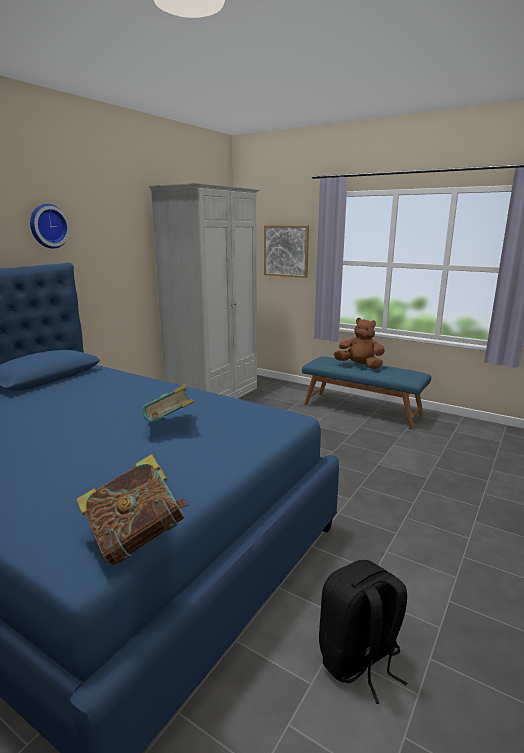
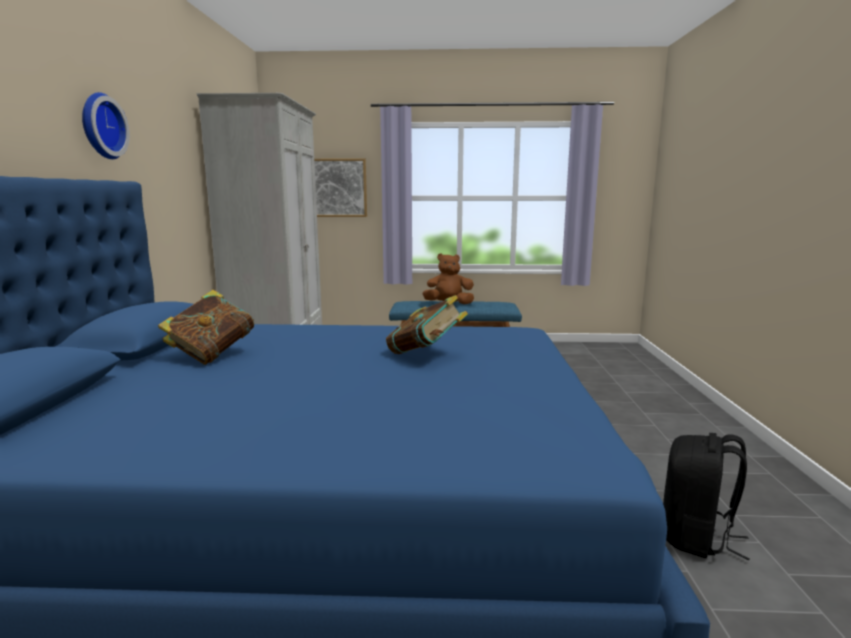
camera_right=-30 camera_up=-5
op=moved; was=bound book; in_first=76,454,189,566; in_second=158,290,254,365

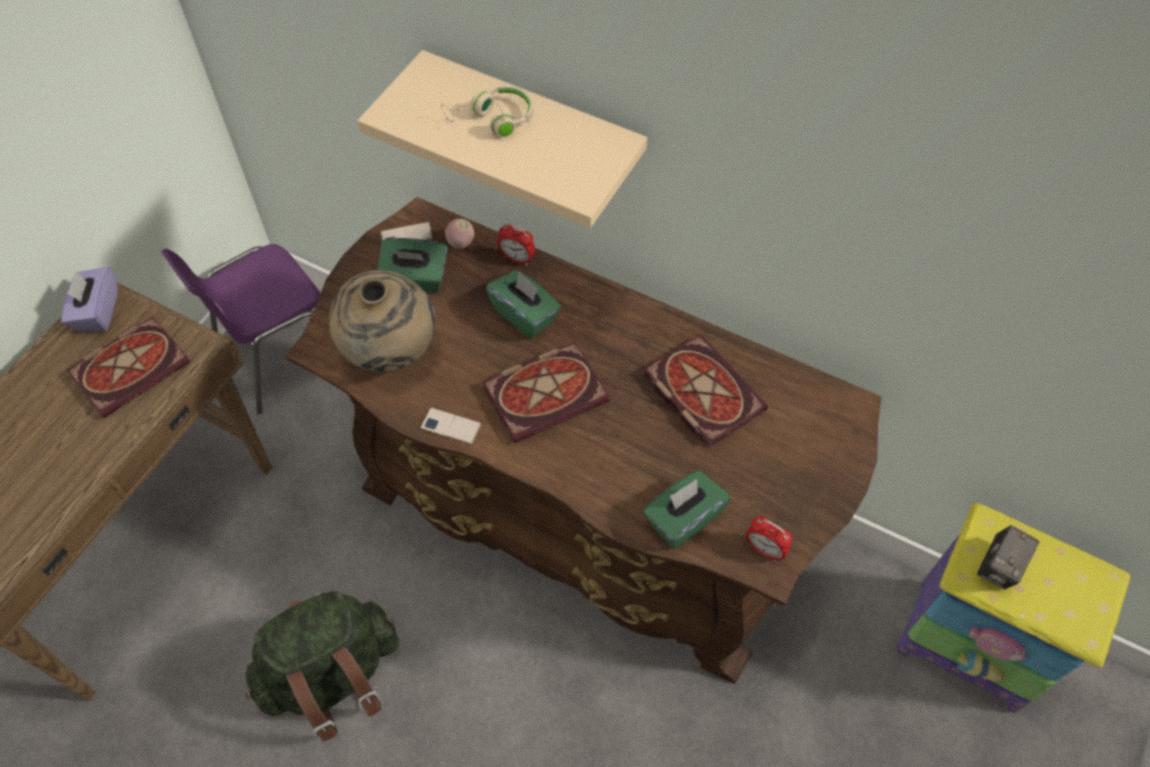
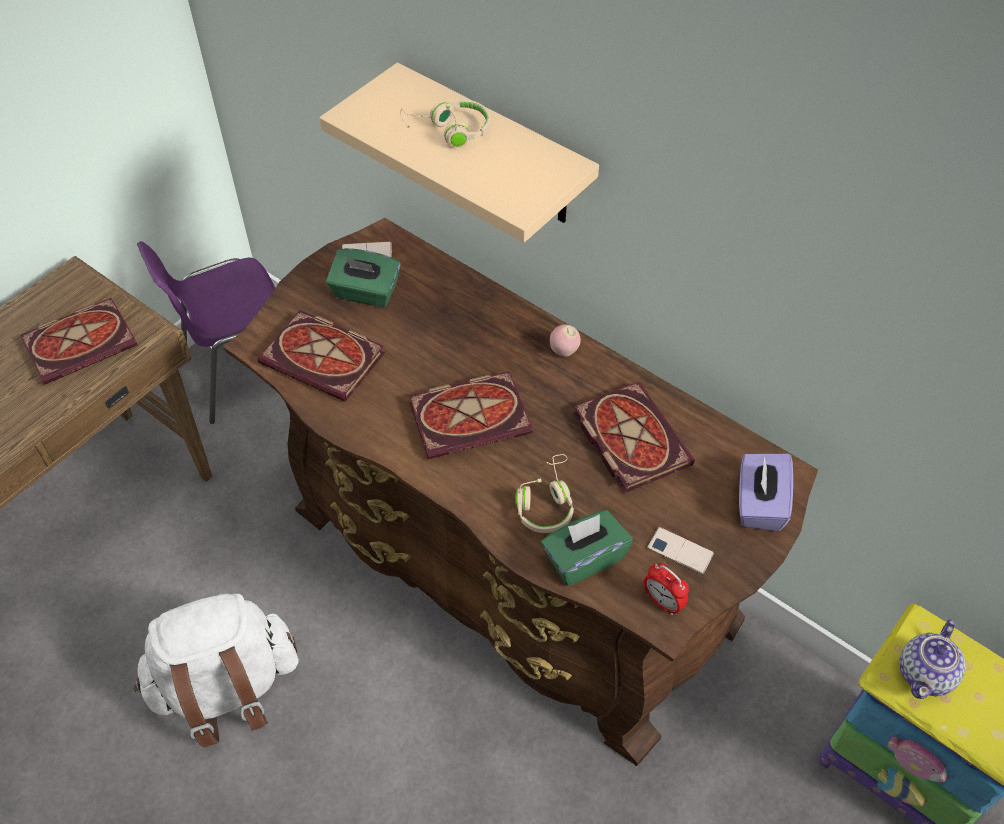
camera_right=10 camera_up=-5
op=moved; was=apple; in_first=445,218,474,249; in_second=550,324,581,357
op=removed; was=alarm clock; in_first=498,224,535,266
op=moved; was=purplish tissue holder; in_first=61,267,118,332; in_second=739,454,793,531
op=replaced; was=sand-coloured vase; now=bound book; in_first=329,270,435,373; in_second=258,310,385,402
op=removed; was=green-coloured tissue holder; in_first=486,270,561,339
op=moved; was=handset; in_first=420,408,481,445; in_second=647,527,714,574
op=replaced; was=photo camera; now=pot for tea; in_first=977,525,1040,590; in_second=899,620,966,699
op=recoloured; was=green-coloured knapsack; now=white-coloured knapsack; in_first=245,591,399,741; in_second=134,593,298,748
op=added; now=sand-coloured headphones; in_second=515,454,574,533

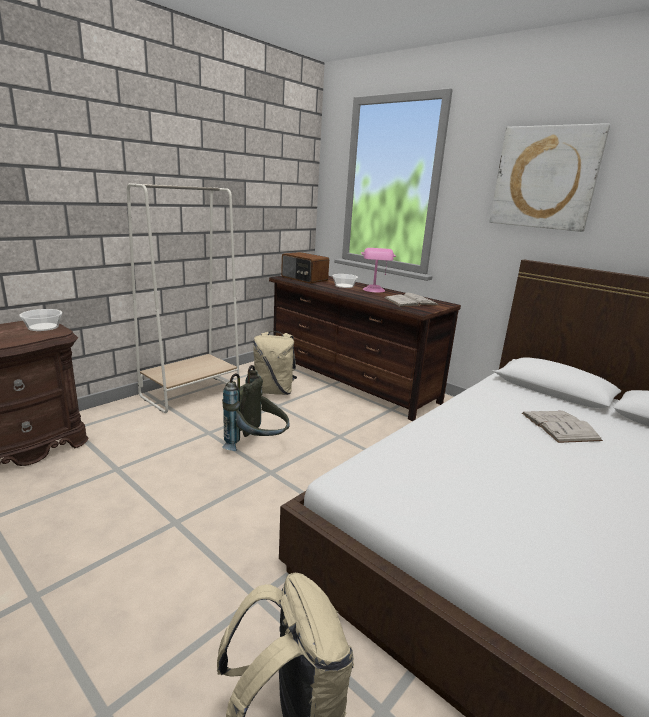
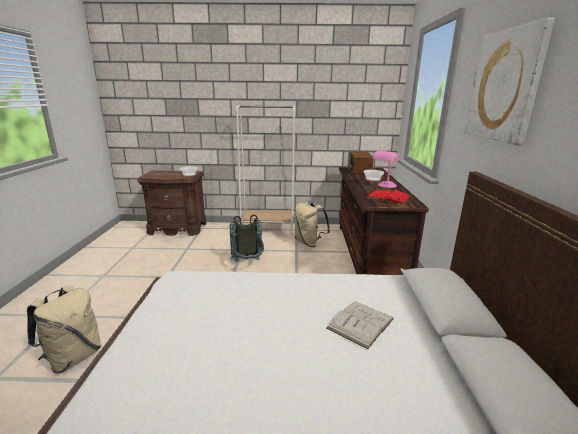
camera_right=50 camera_up=0
op=recoloured; was=white-coloured bound book; now=red-coloured bound book; in_first=385,293,438,307; in_second=366,190,411,204

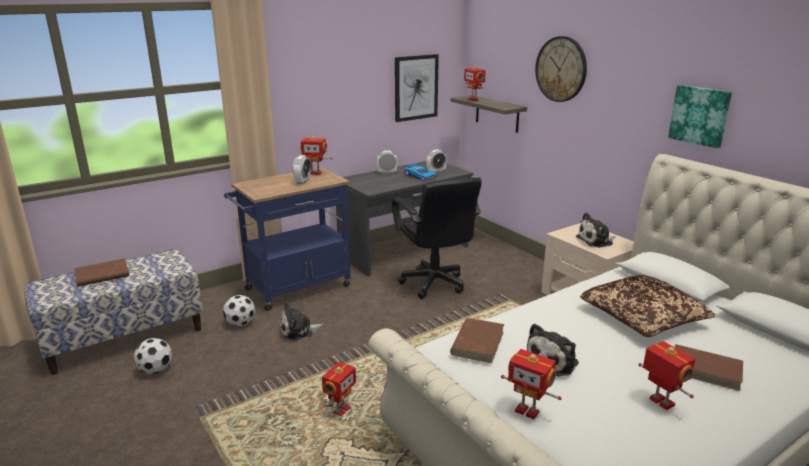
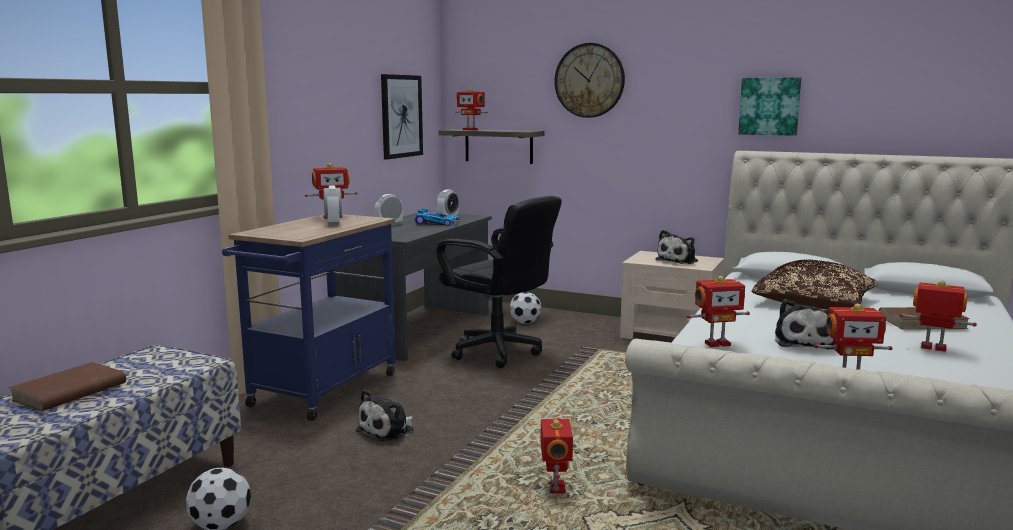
camera_right=-30 camera_up=-10
op=moved; was=ball for football; in_first=223,295,255,326; in_second=510,292,542,324
op=replaced; was=brownish bound book; now=toy robot; in_first=450,318,504,363; in_second=687,276,750,347

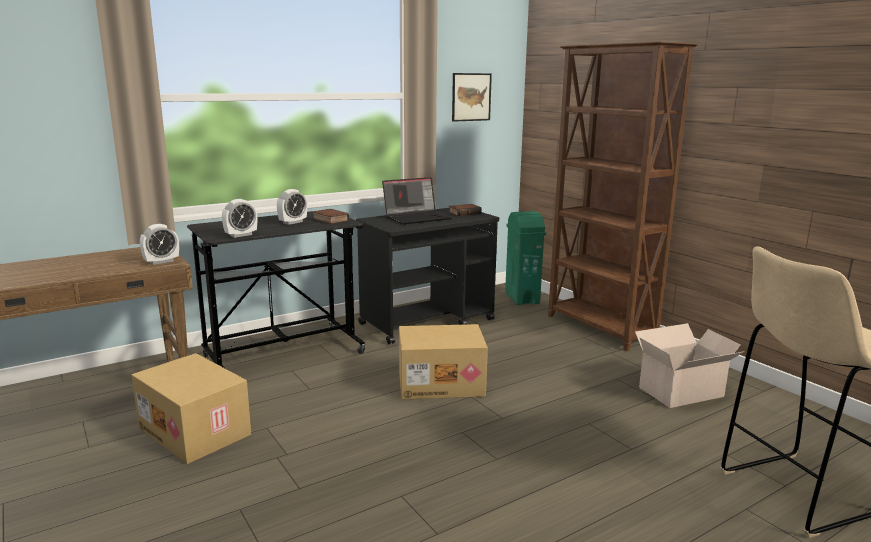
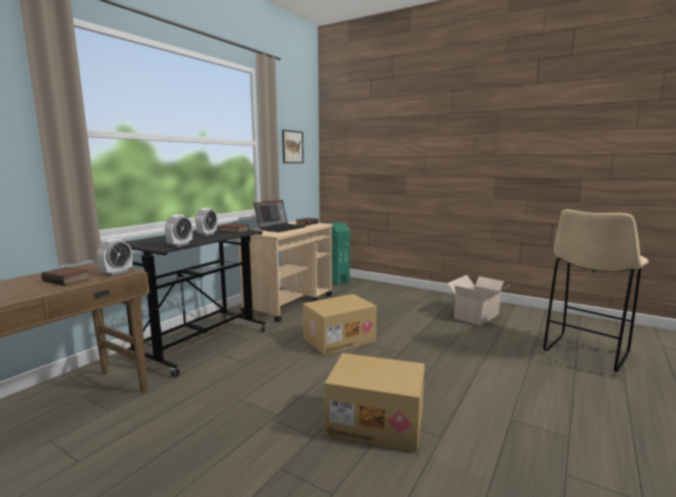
camera_right=-25 camera_up=-5
op=removed; was=brownish shelving unit; in_first=548,42,698,351
op=recoloured; was=blackish trolley; now=sand-coloured trolley; in_first=356,208,499,344; in_second=238,221,333,322
op=moved; was=packing box; in_first=131,353,251,464; in_second=324,353,425,453
op=added; now=bound book; in_second=41,267,90,286

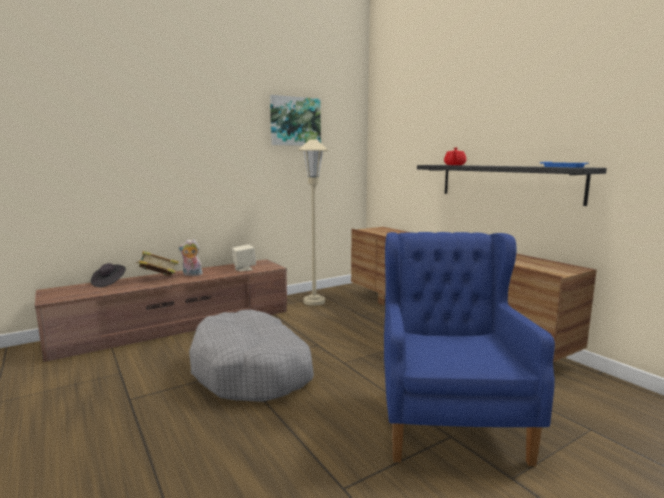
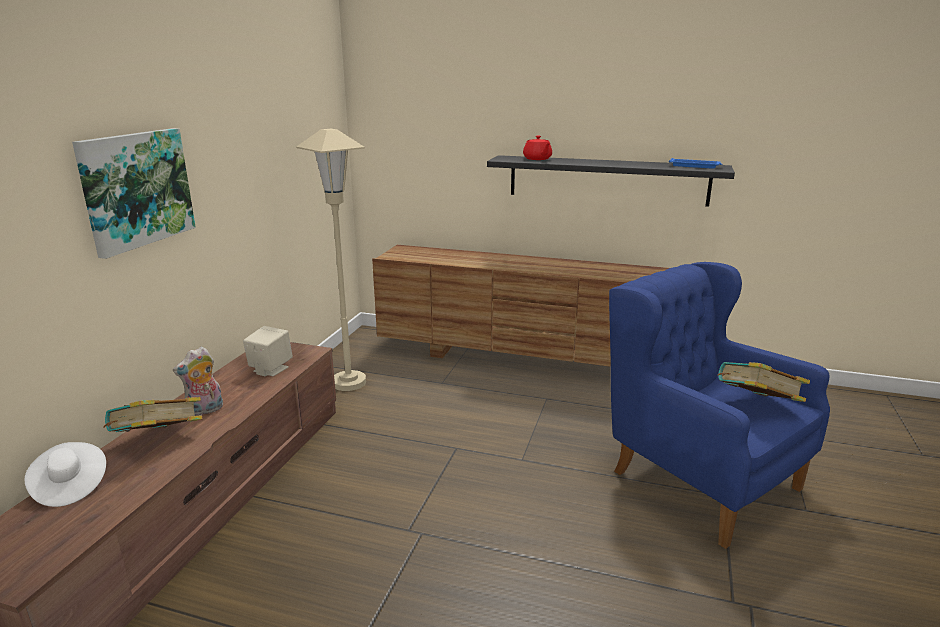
camera_right=-40 camera_up=10
op=moved; was=wall art; in_first=270,95,321,146; in_second=72,128,196,259
op=recoloured; was=blackish clothing hat; now=white-coloured clothing hat; in_first=91,263,126,287; in_second=24,442,106,507
op=removed; was=grey dog bed; in_first=189,310,314,402
op=added; now=bound book; in_second=718,362,810,402

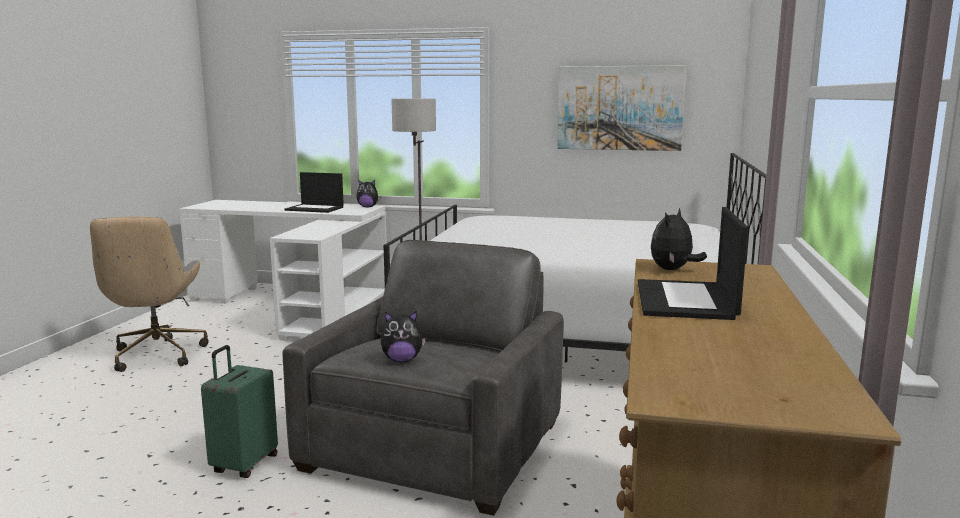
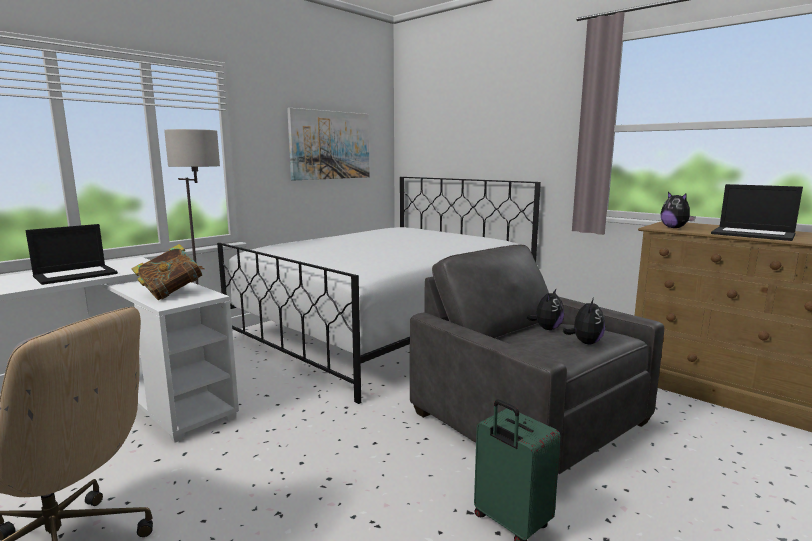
camera_right=-60 camera_up=0
op=moved; was=soft toy; in_first=356,180,381,208; in_second=526,289,564,330
op=added; now=bound book; in_second=131,244,205,300

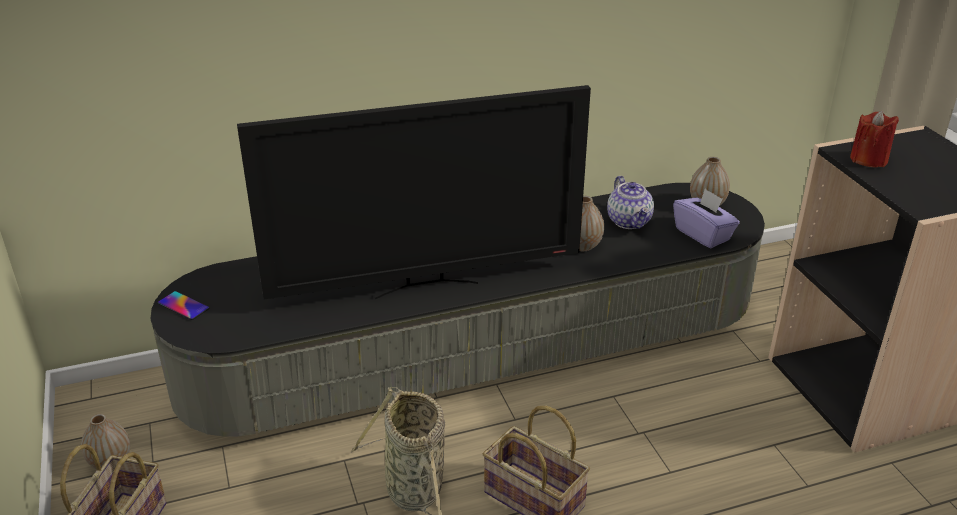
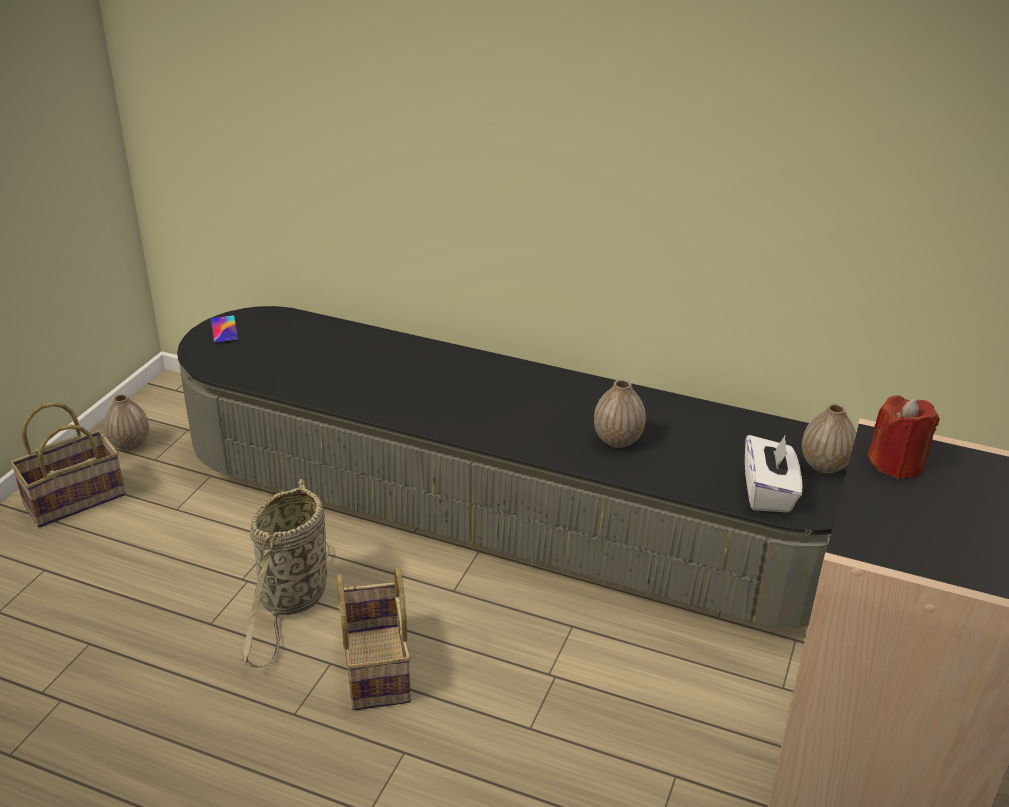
camera_right=40 camera_up=0
op=removed; was=TV; in_first=237,85,591,299
op=removed; was=pot for tea; in_first=607,176,654,229
op=recoloured; was=purplish tissue holder; now=white-coloured tissue holder; in_first=673,188,740,248; in_second=745,434,803,512

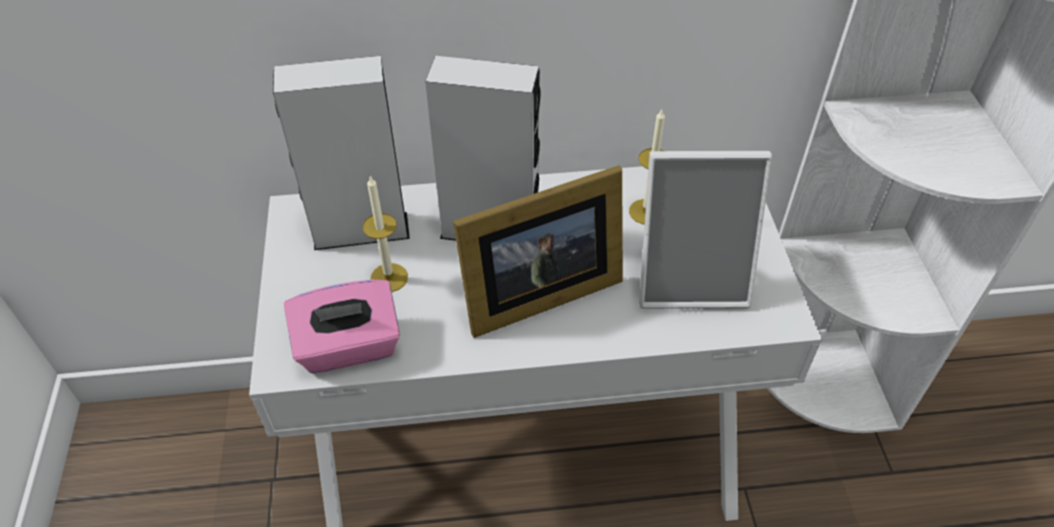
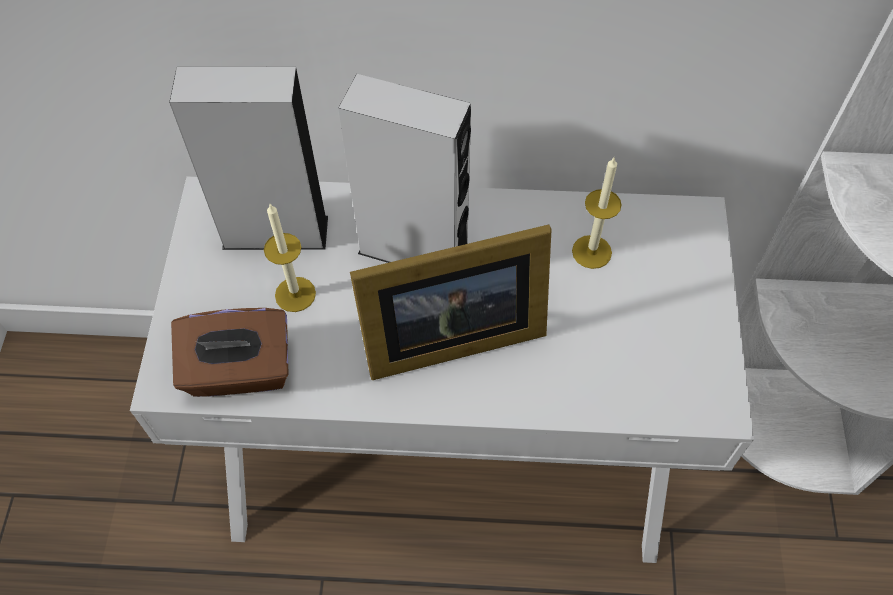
camera_right=10 camera_up=10
op=removed; was=photo frame; in_first=639,151,772,309
op=recoloured; was=pink-coloured tissue holder; now=brownish tissue holder; in_first=284,280,400,373; in_second=171,308,288,397

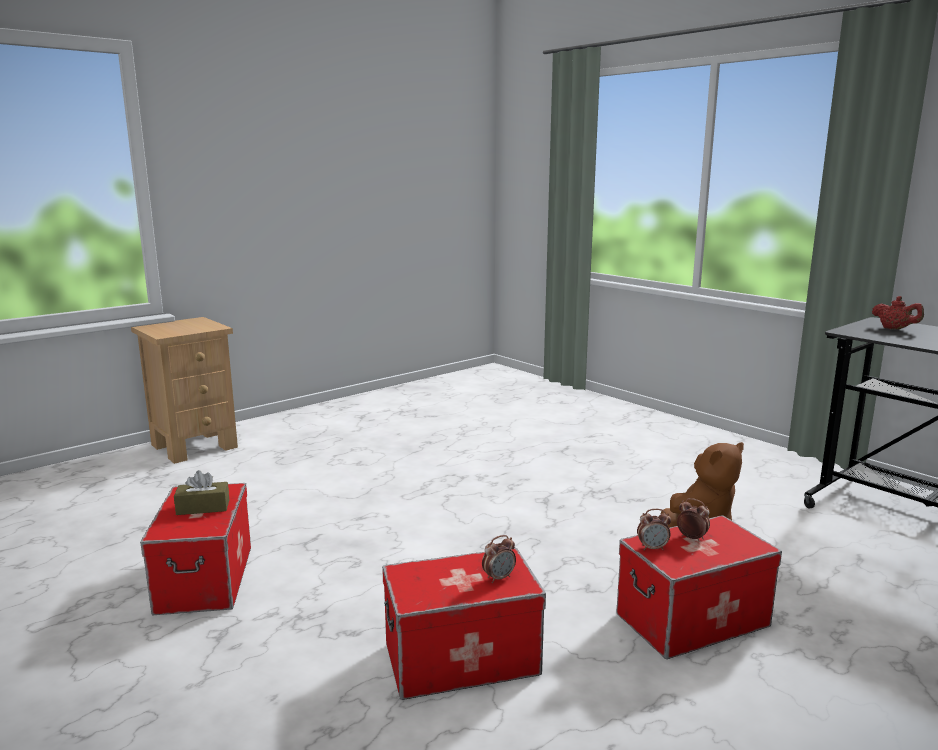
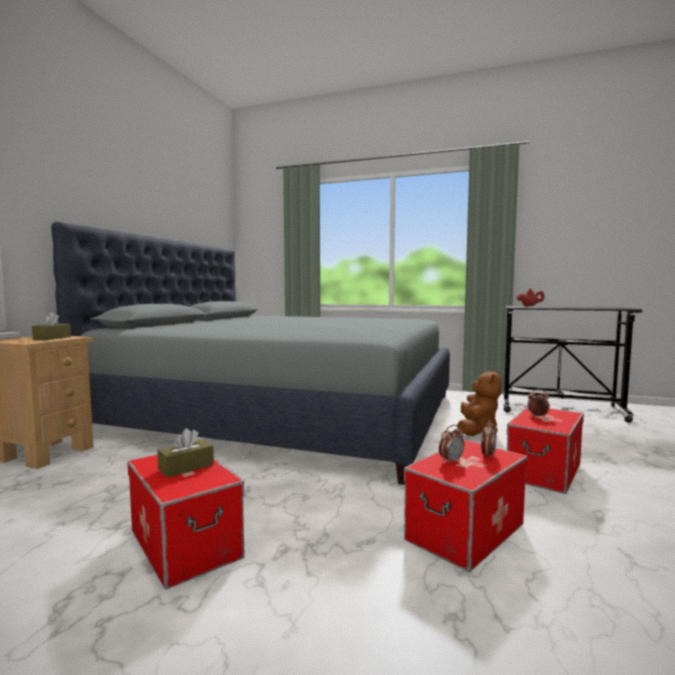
camera_right=-30 camera_up=-10
op=moved; was=alarm clock; in_first=637,509,671,551; in_second=439,425,464,464
op=added; now=grey sleeping bed; in_second=51,222,450,485
op=added; now=brownish tissue holder; in_second=32,312,71,340

